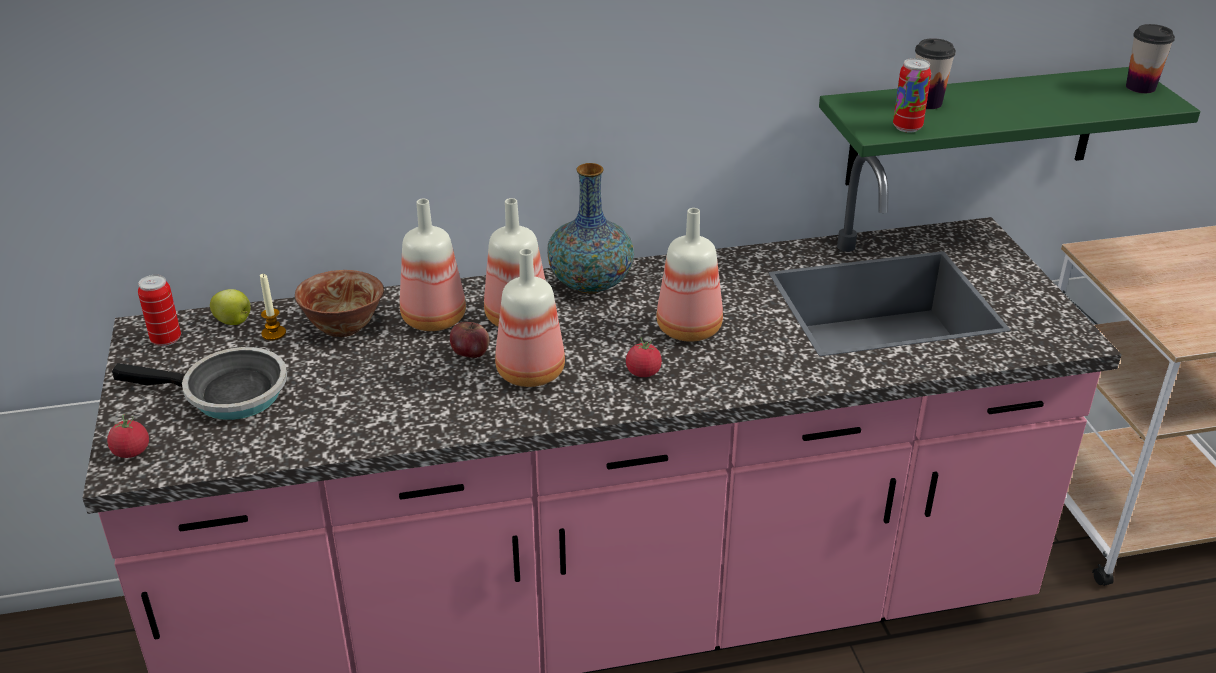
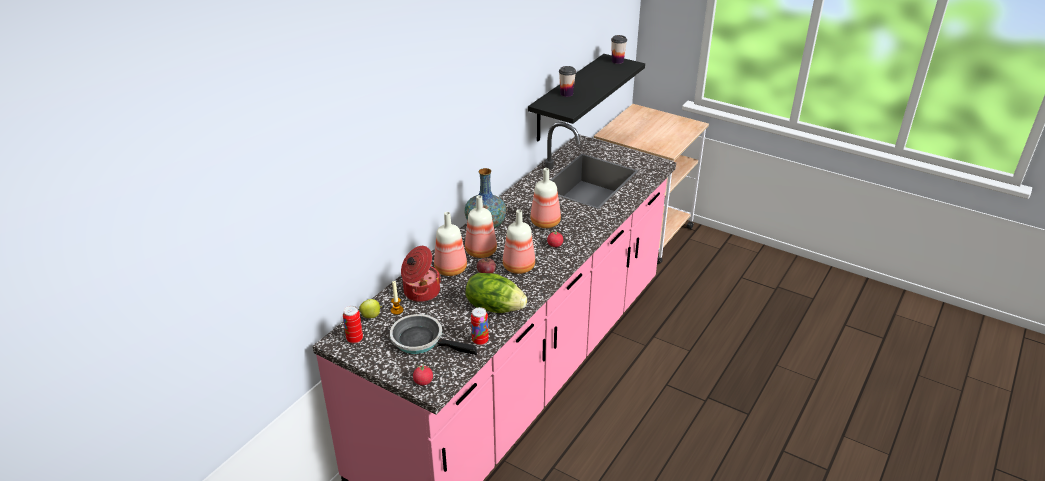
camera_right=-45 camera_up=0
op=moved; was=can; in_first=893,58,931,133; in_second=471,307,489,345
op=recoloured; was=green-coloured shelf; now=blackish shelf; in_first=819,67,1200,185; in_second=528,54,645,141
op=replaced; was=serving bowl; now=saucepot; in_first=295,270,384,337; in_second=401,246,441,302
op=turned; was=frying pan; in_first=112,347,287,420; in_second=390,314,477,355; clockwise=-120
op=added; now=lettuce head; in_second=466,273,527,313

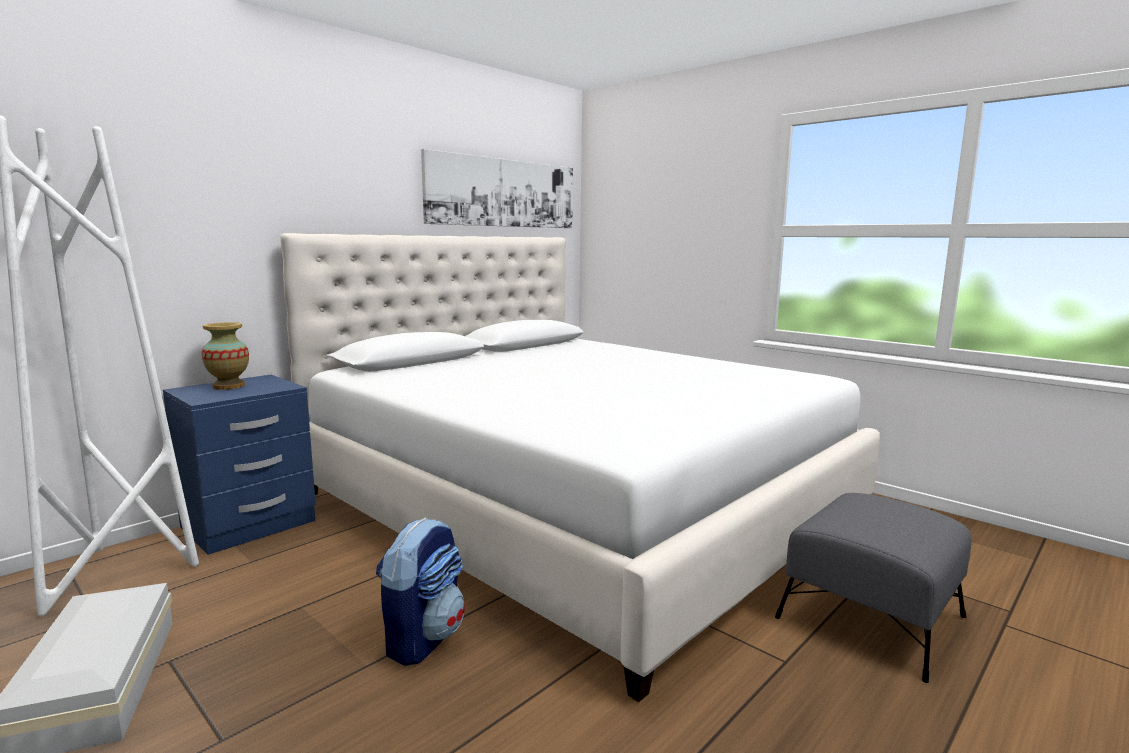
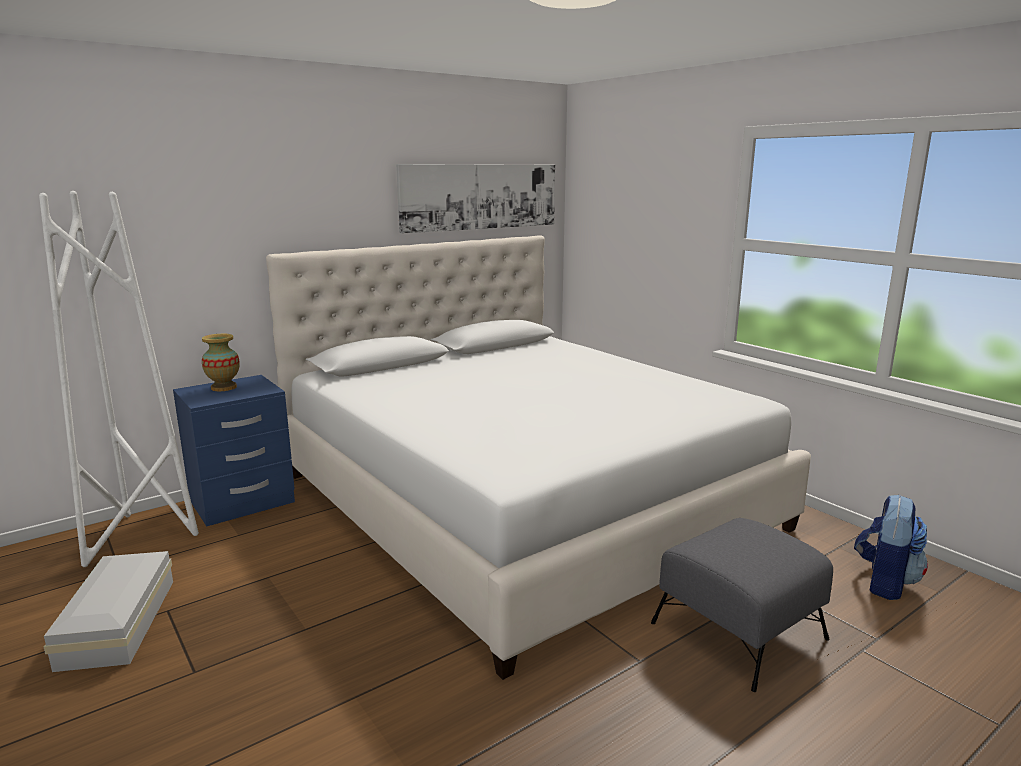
camera_right=10 camera_up=5
op=moved; was=knapsack; in_first=376,518,465,666; in_second=854,494,928,600

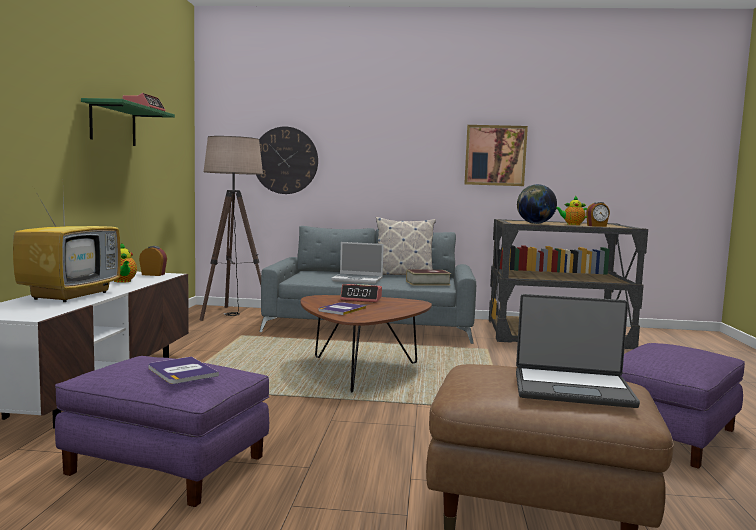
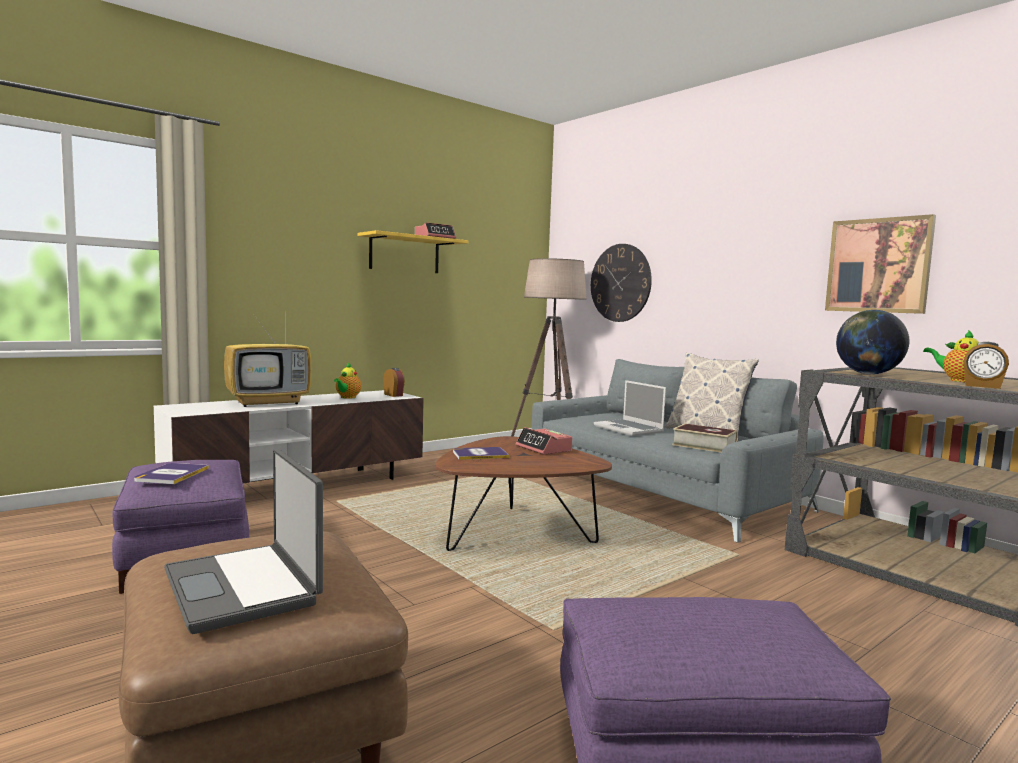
camera_right=45 camera_up=0
op=recoloured; was=green-coloured shelf; now=yellow shelf; in_first=81,98,175,146; in_second=358,230,468,273

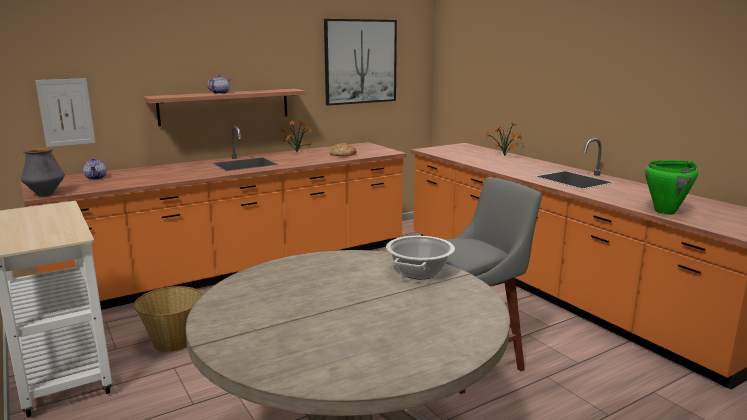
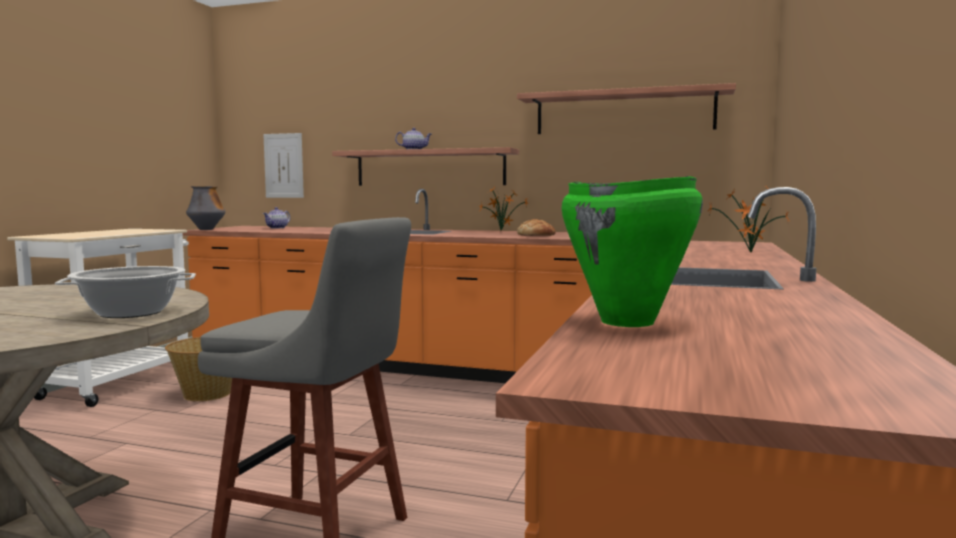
camera_right=50 camera_up=-10
op=replaced; was=wall art; now=shelf; in_first=324,19,397,105; in_second=517,83,736,134

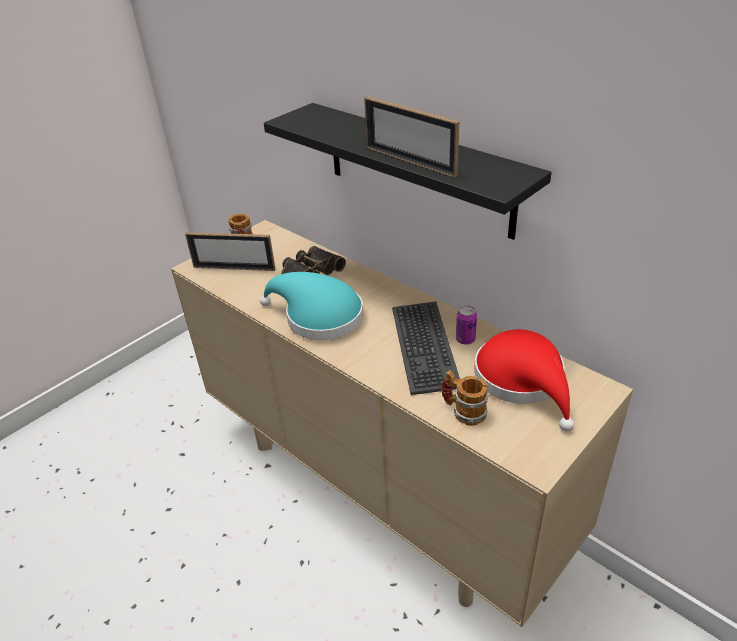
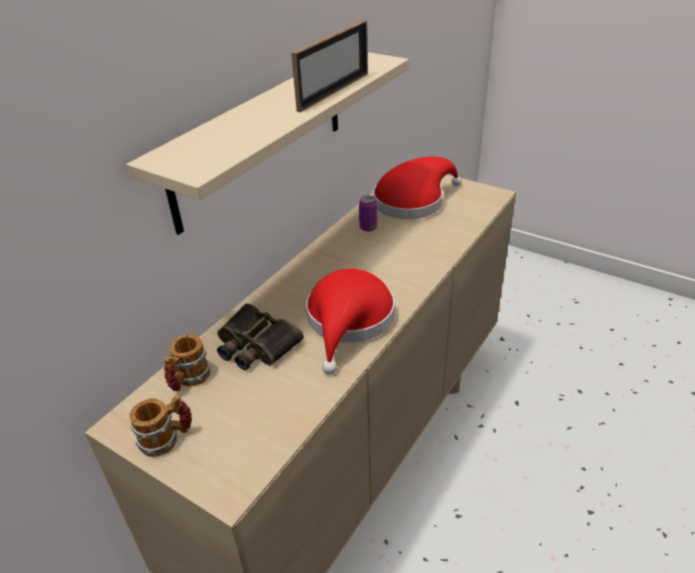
camera_right=-100 camera_up=0
op=recoloured; was=blackish shelf; now=sand-coloured shelf; in_first=264,103,552,240; in_second=126,52,409,235
op=removed; was=photo frame; in_first=185,232,275,271
op=recoloured; was=turquoise clothing hat; now=red-coloured clothing hat; in_first=260,272,363,340; in_second=306,269,395,374
op=removed; was=keyboard; in_first=392,301,460,395
op=moved; was=tea mug; in_first=441,371,488,426; in_second=164,334,211,391

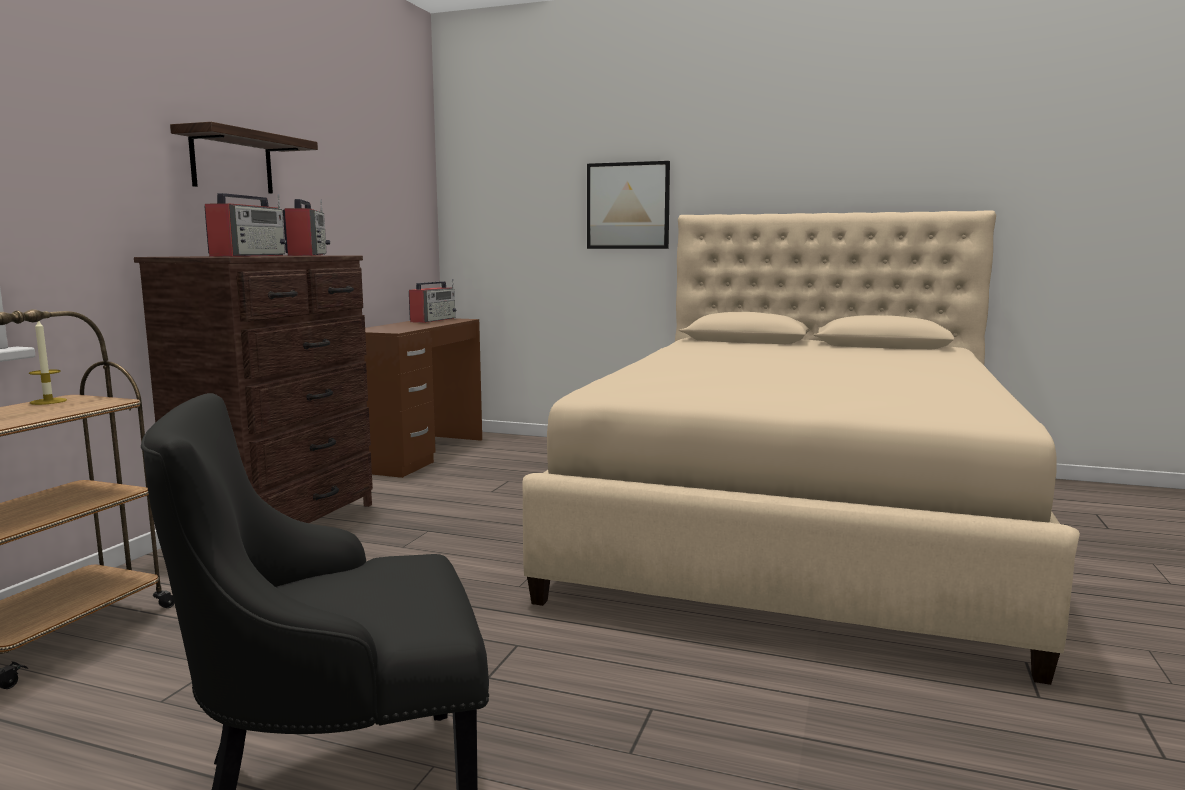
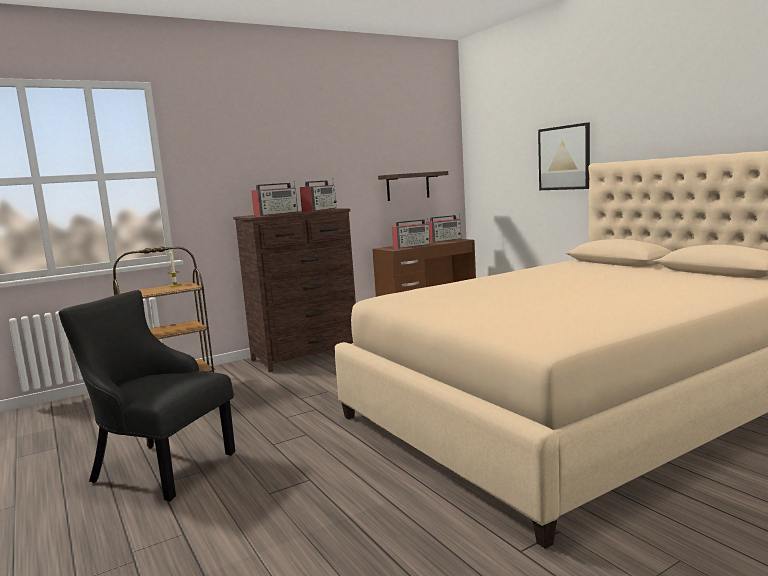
camera_right=40 camera_up=0
op=moved; was=shelf; in_first=170,122,318,194; in_second=378,171,448,201
op=added; now=radio receiver; in_second=392,218,430,249

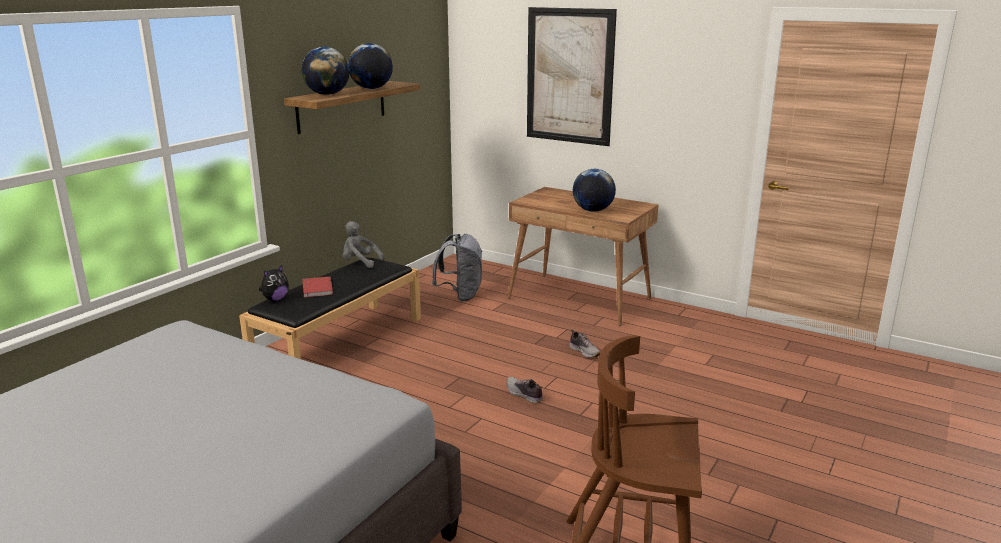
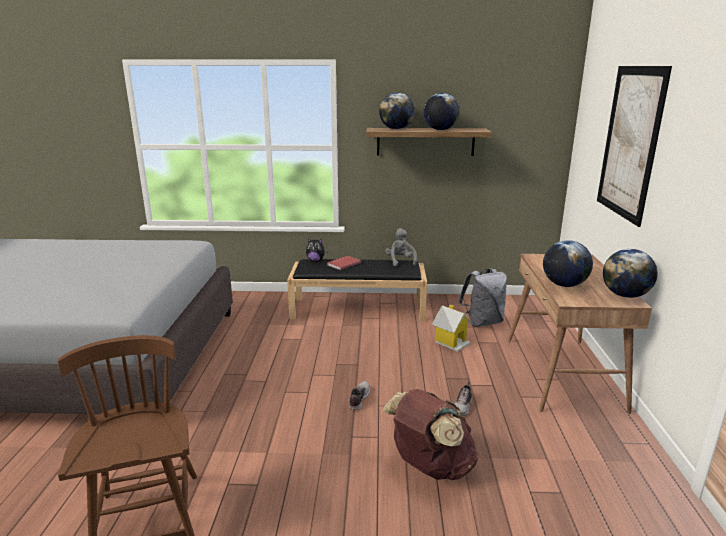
camera_right=60 camera_up=0
op=added; now=desk globe; in_second=603,249,658,298
op=added; now=toy house; in_second=432,305,472,352
op=added; now=brownish knapsack; in_second=382,389,478,480

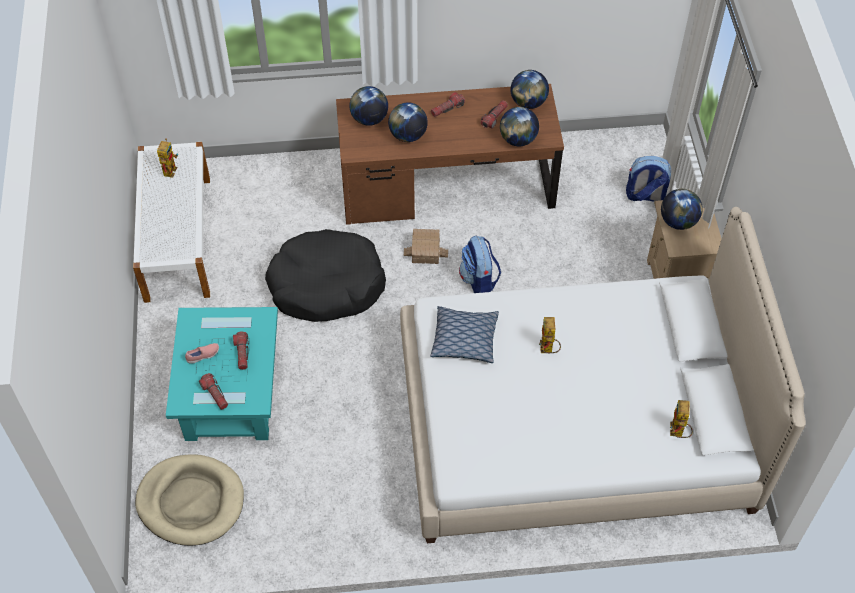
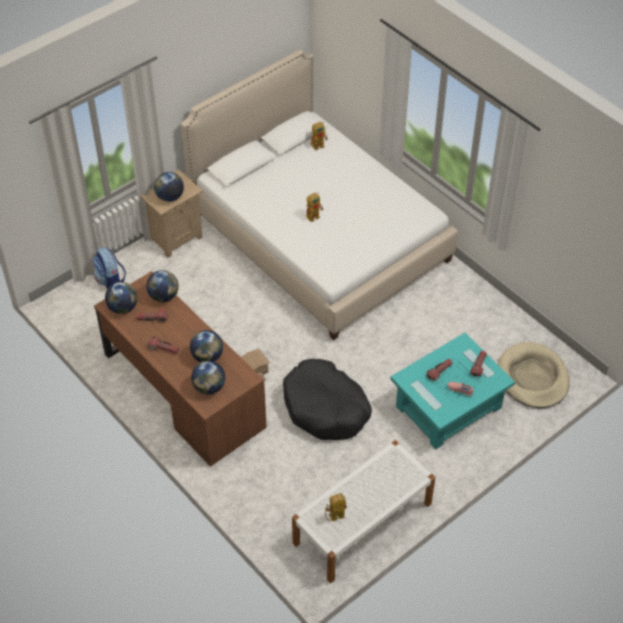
camera_right=-125 camera_up=-5
op=removed; was=knapsack; in_first=459,235,501,293
op=removed; was=pillow; in_first=430,306,499,363

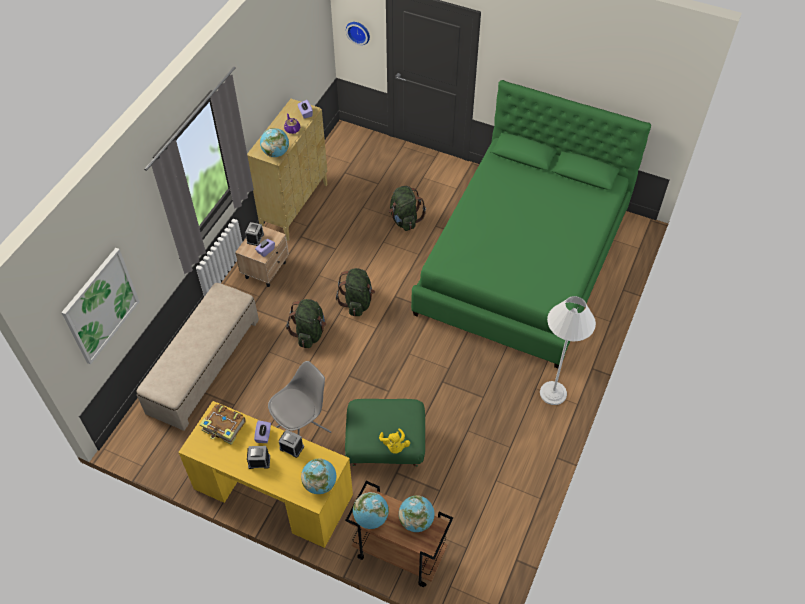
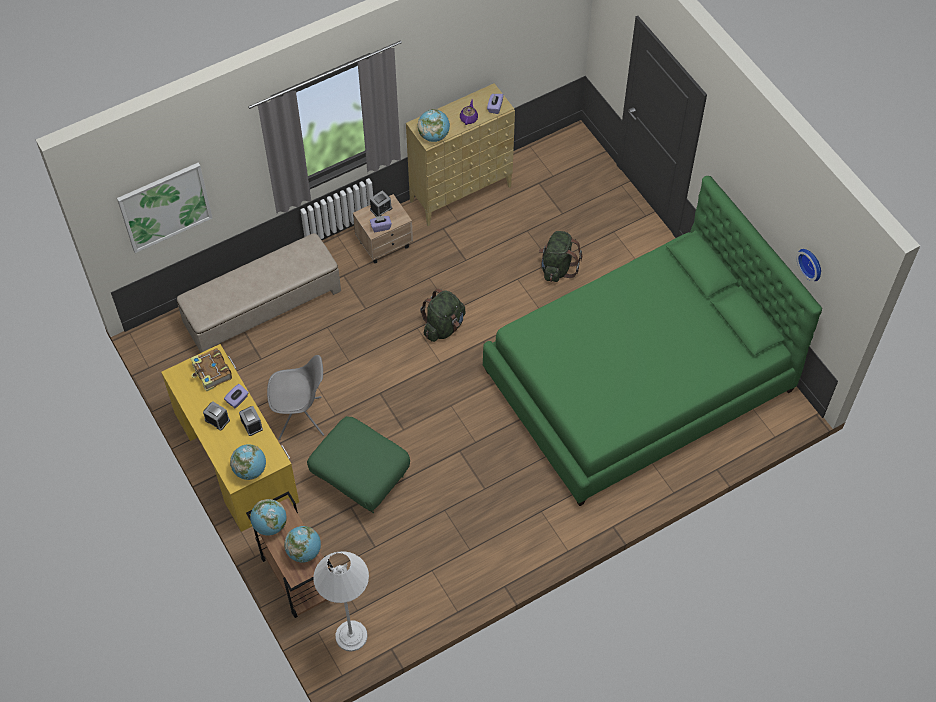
camera_right=35 camera_up=5
op=moved; was=hanging clock; in_first=346,22,370,45; in_second=796,249,821,281
op=moved; was=white-coloured standing lamp; in_first=540,296,596,405; in_second=313,551,369,651
op=removed; was=green-coloured knapsack; in_first=286,299,327,348
op=removed; was=yellow soft toy; in_first=379,428,410,454

